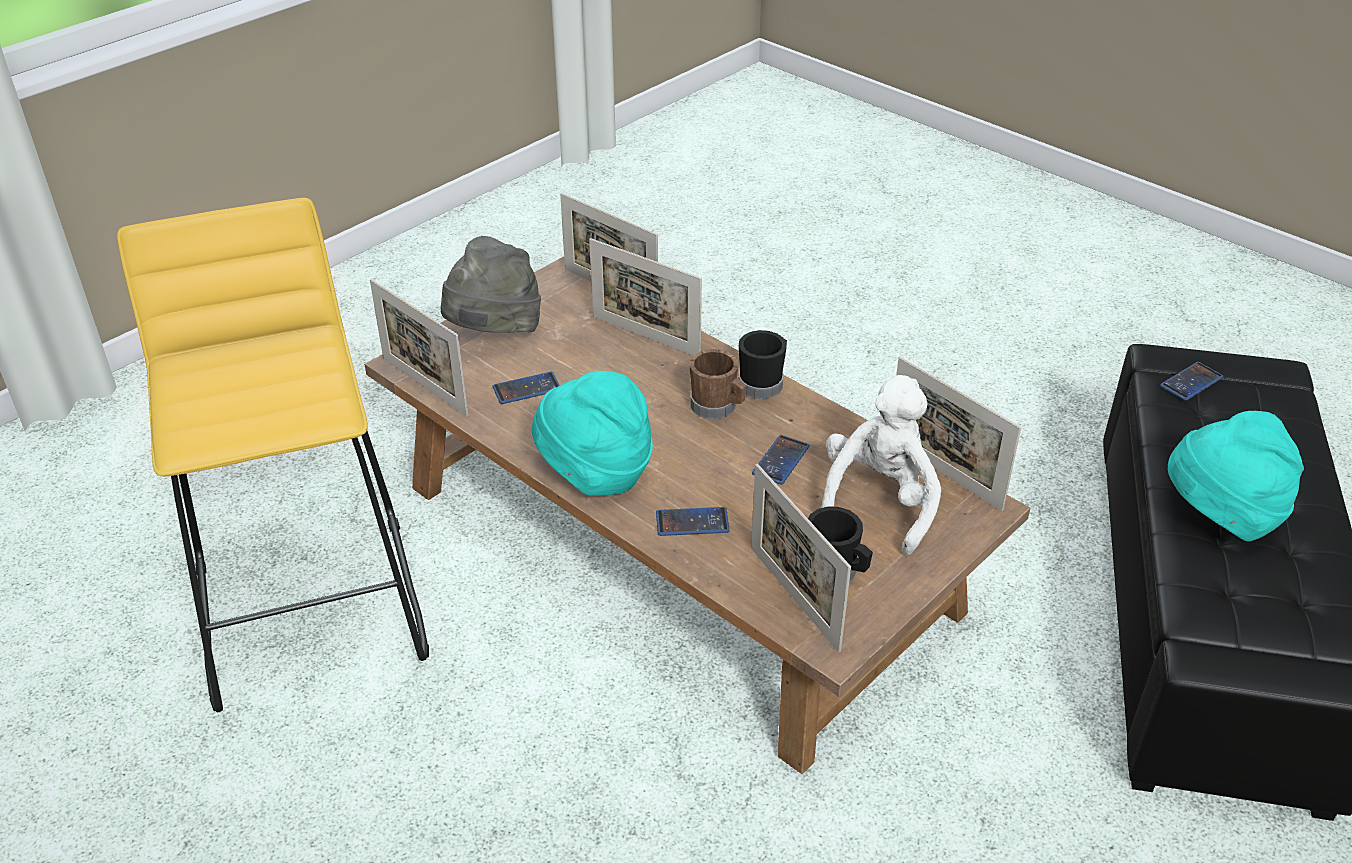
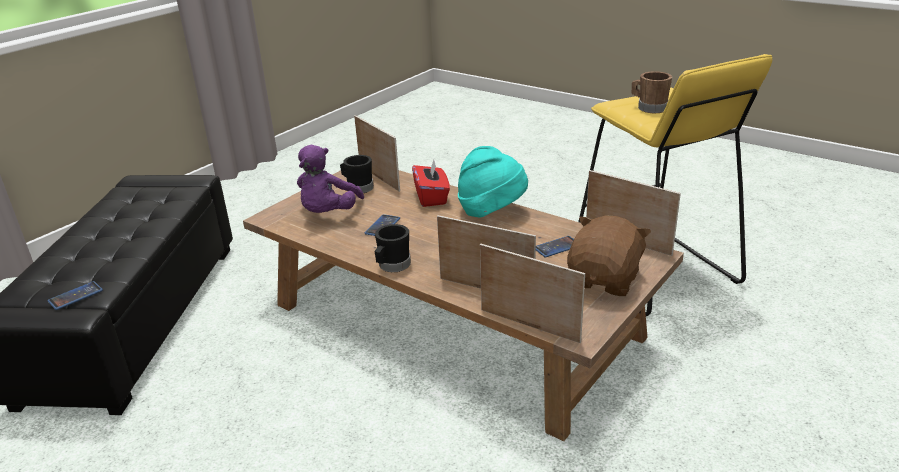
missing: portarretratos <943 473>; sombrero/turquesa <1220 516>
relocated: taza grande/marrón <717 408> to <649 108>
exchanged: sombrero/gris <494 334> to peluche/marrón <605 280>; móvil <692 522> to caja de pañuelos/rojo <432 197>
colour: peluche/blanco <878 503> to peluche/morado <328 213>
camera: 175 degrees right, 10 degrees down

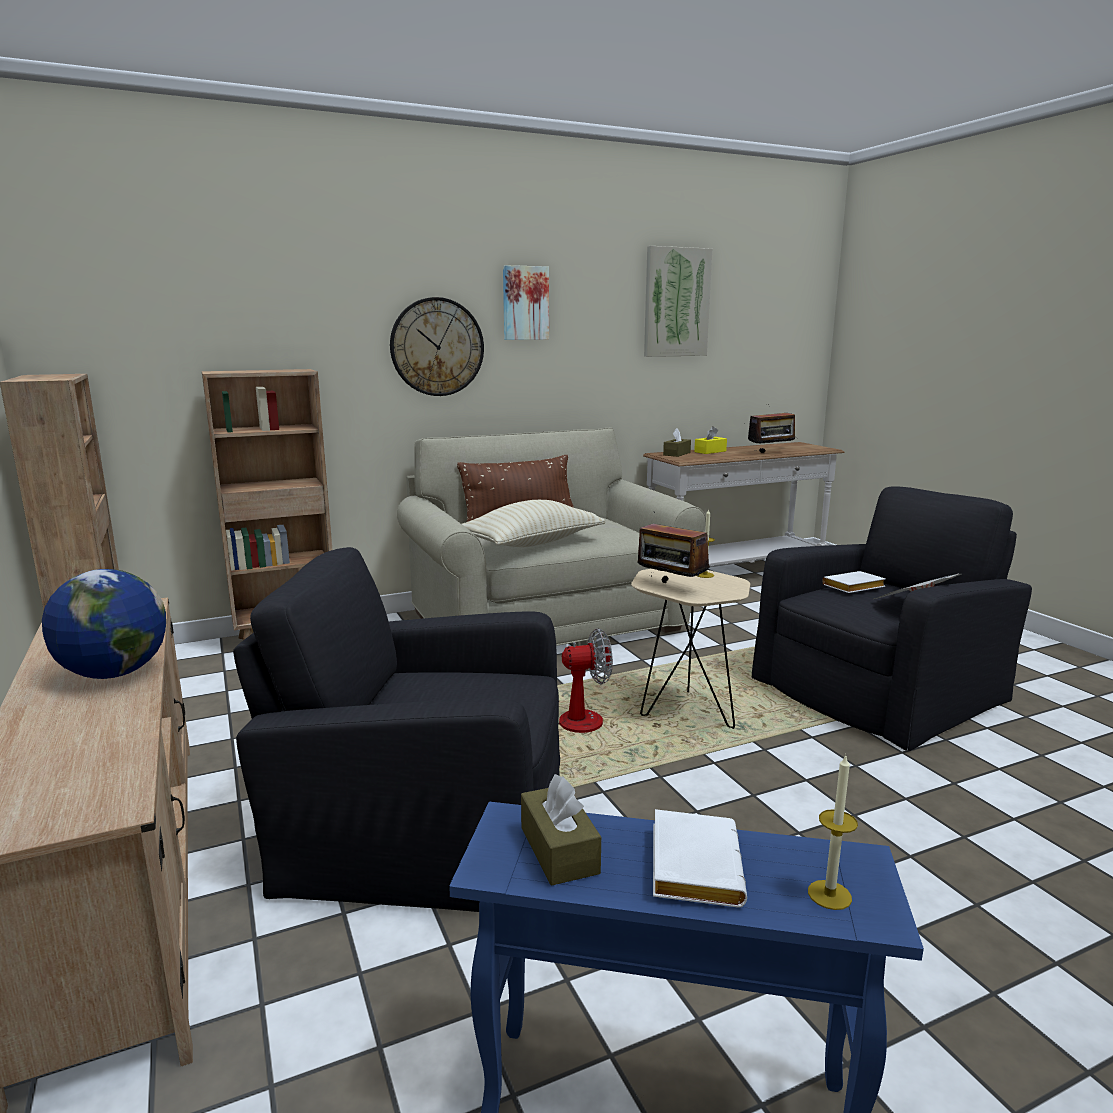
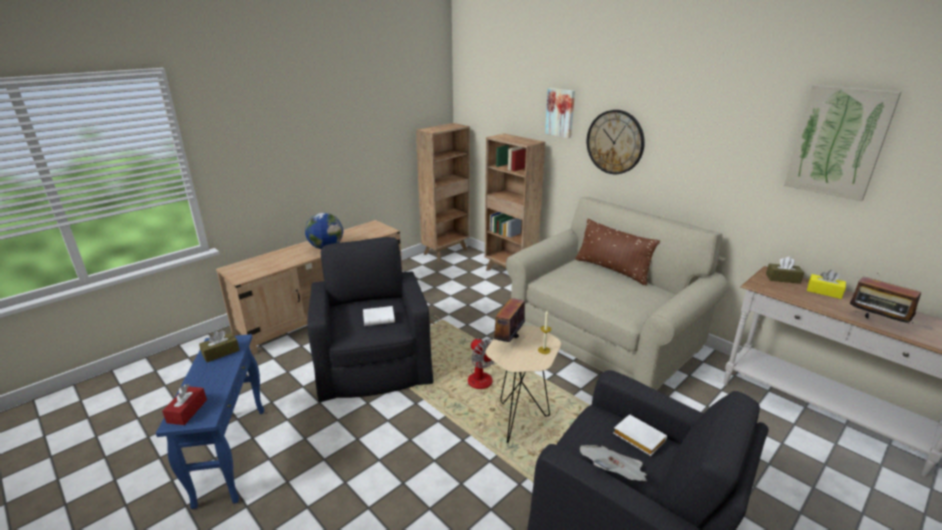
missing: cojín/beis <532 543>
relocated: cuadro <525 303> to <560 112>; libro/blanco <691 865> to <379 318>
exchanged: vela <829 895> to caja de pañuelos/rojo <187 411>
camera: 70 degrees right, 10 degrees up

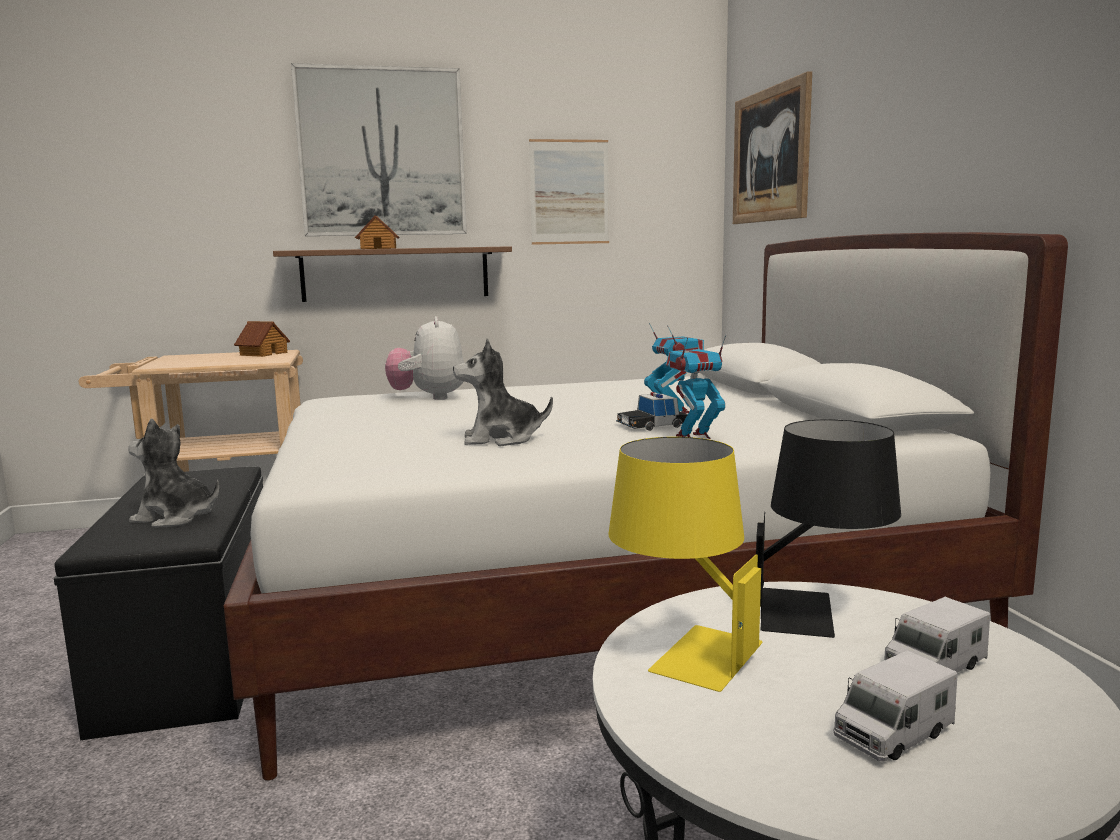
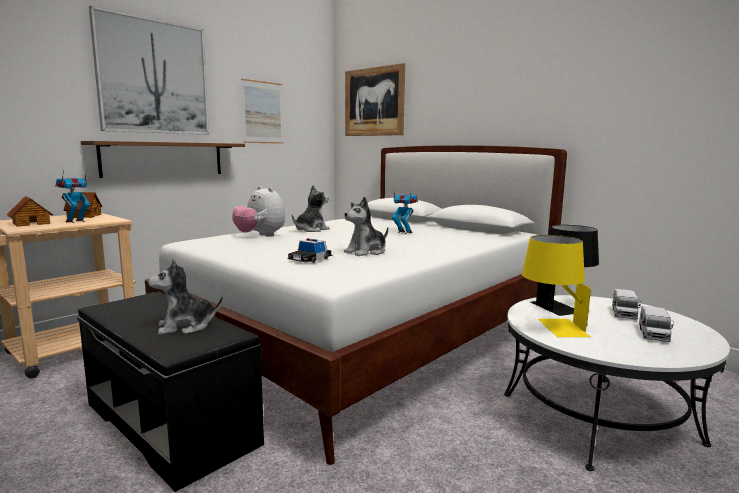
appeared: peluche <311 230>
relocated: casita <378 248> to <31 223>; coche de juguete <652 425> to <310 259>; robot de juguete <694 437> to <75 221>
camera: 35 degrees left, 0 degrees up

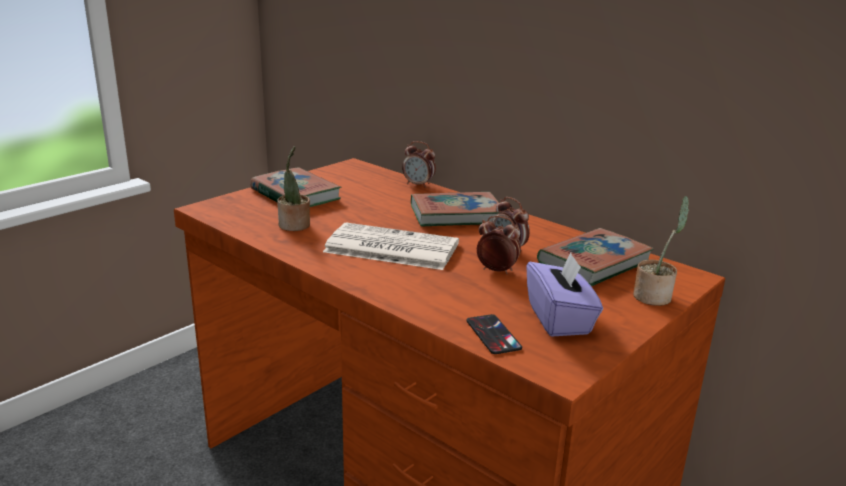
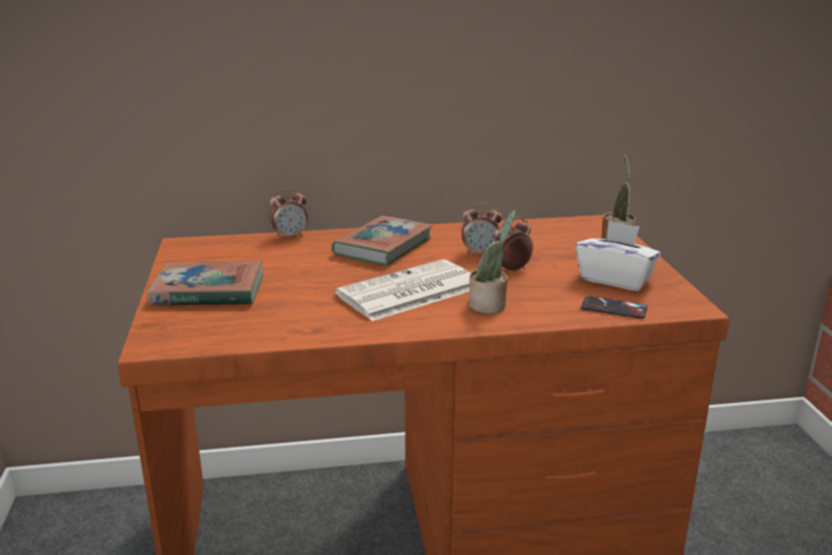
missing: libro <594 263>
relocated: planta en maceta <294 226> to <490 306>
colour: caja de pañuelos/morado <560 319> to caja de pañuelos/blanco <615 279>
camera: 50 degrees left, 0 degrees up

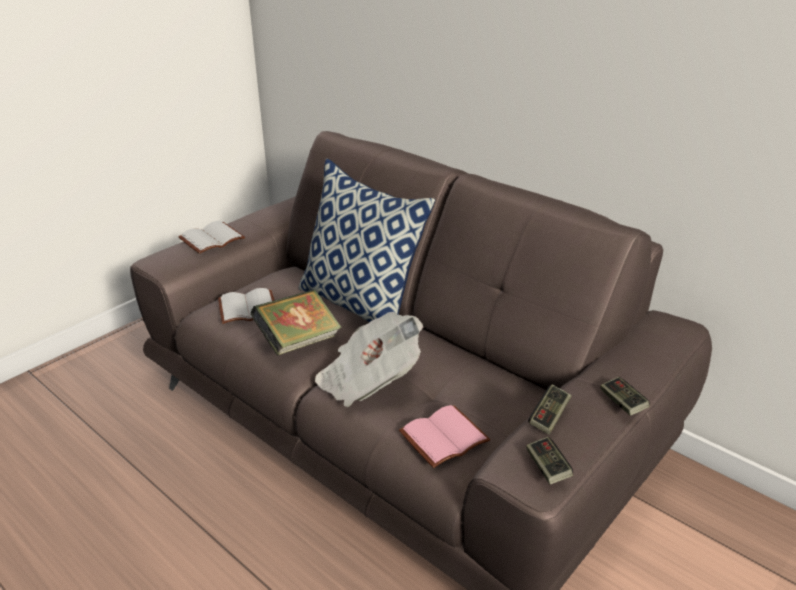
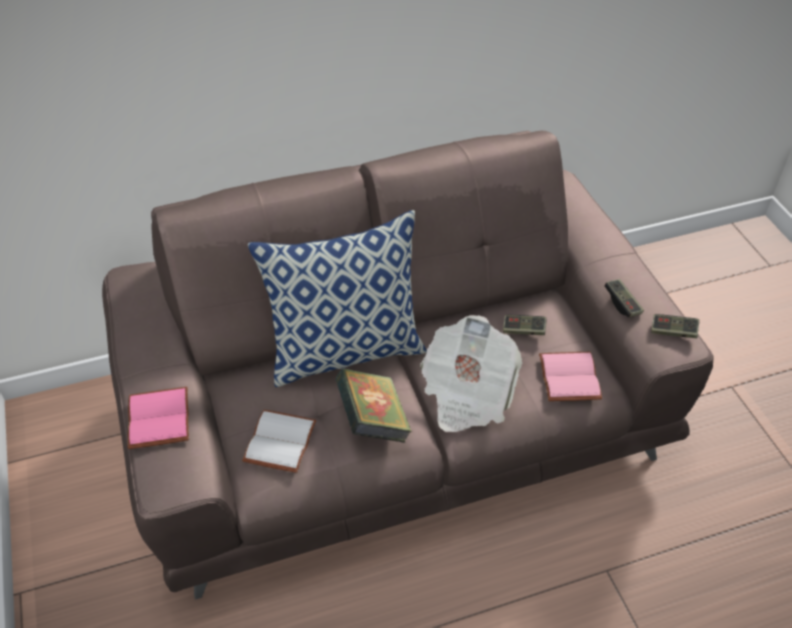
relocated: mando de consola <622 403> to <523 330>
colour: libro/blanco <212 238> to libro/rosa <157 418>
camera: 60 degrees left, 15 degrees up

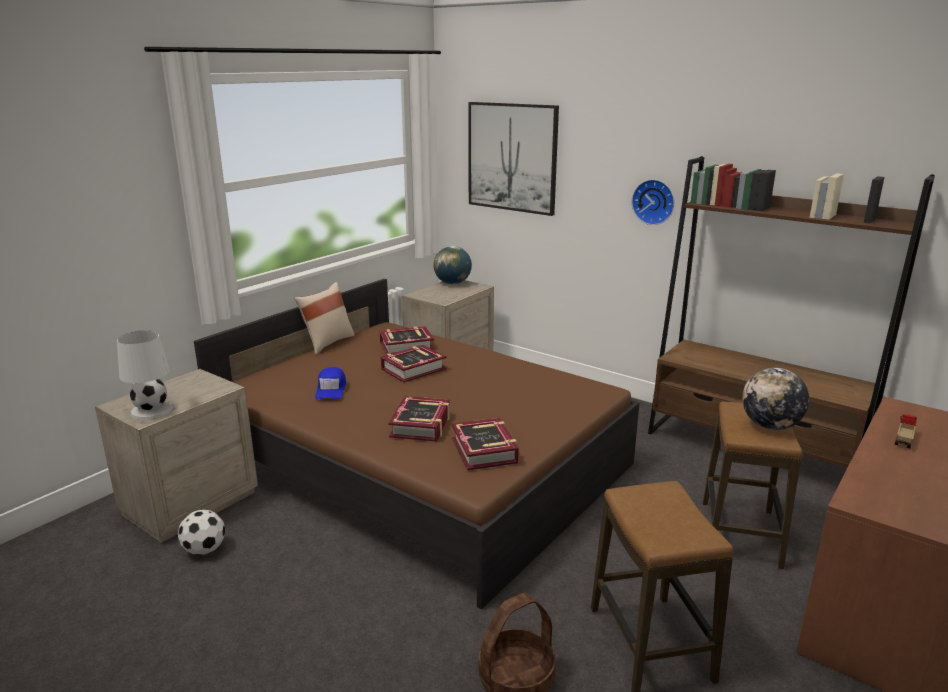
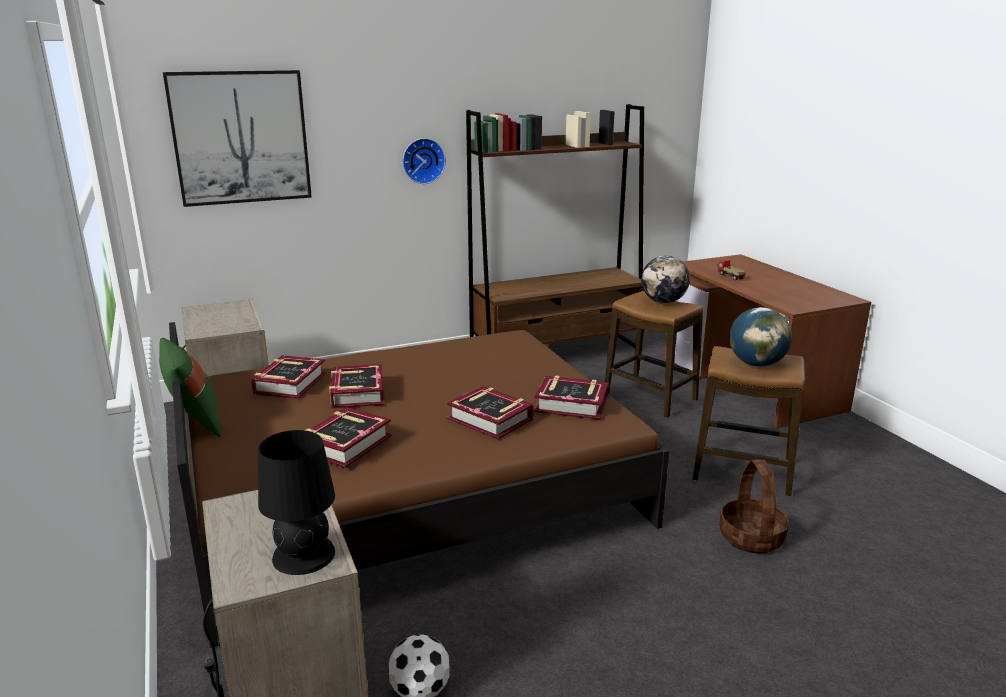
relocated: globo terráqueo <452 283> to <756 364>
exchanged: gorra/azul <331 389> to libro <346 444>
colour: lámpara de mesa/blanco <151 410> to lámpara de mesa/negro <303 555>; cojín/beis <327 343> to cojín/verde <195 423>
camera: 60 degrees left, 0 degrees up

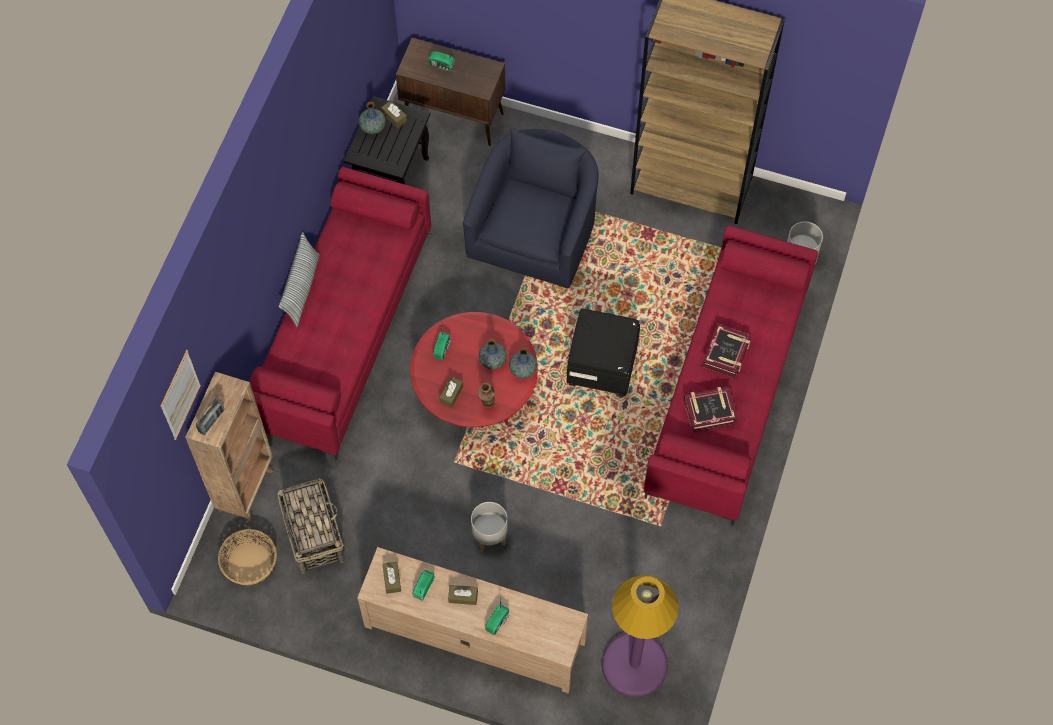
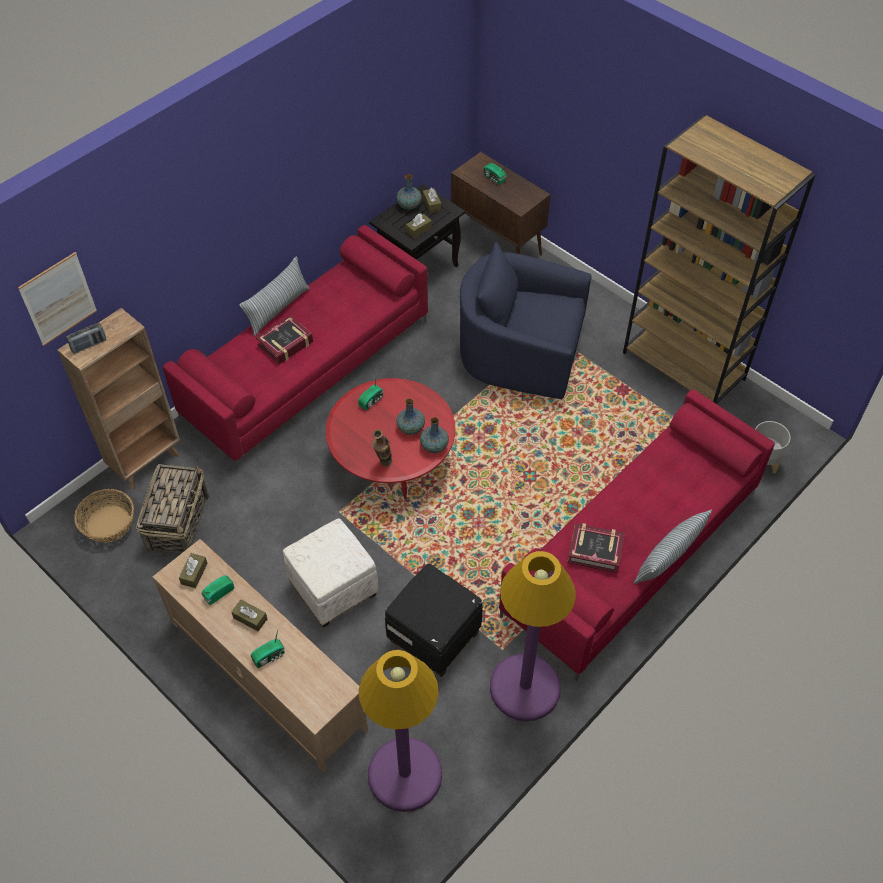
appeared: lámpara de pie/morado <525 688>; cojín <668 557>
relocated: caja de pañuelos/marrón <451 394> to <418 230>; puf/negro <601 367> to <433 636>; libro <726 353> to <285 344>
exchanged: maceta/gris <490 537> to puf/blanco <333 591>
spun: sillón/azul <536 231> = <520 352> 120 degrees counterclockwise
camera: 25 degrees right, 10 degrees down

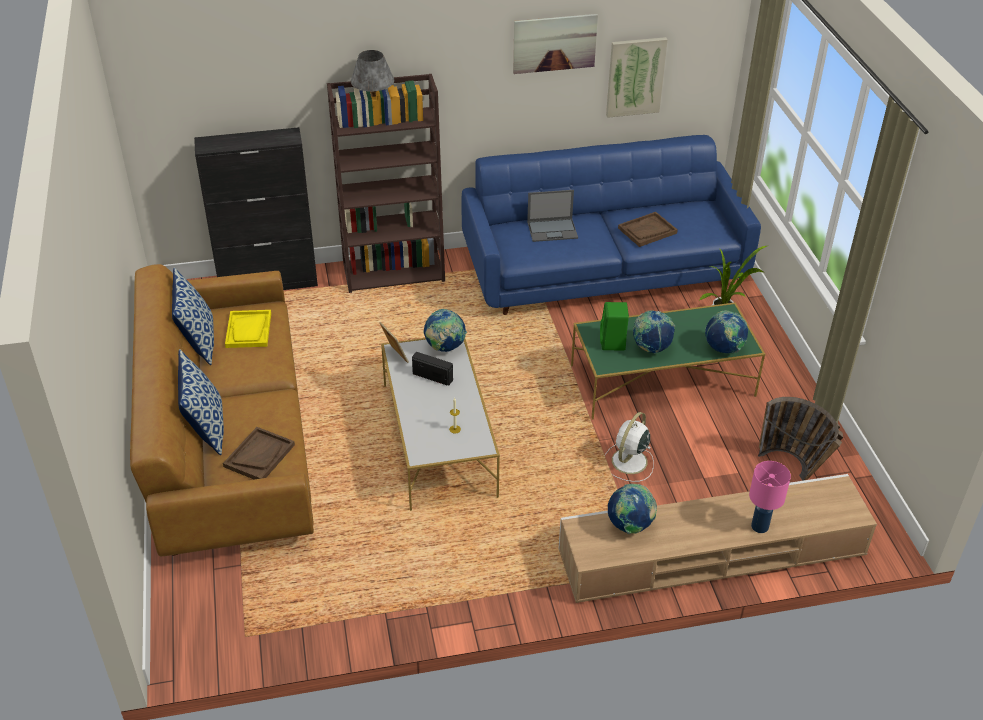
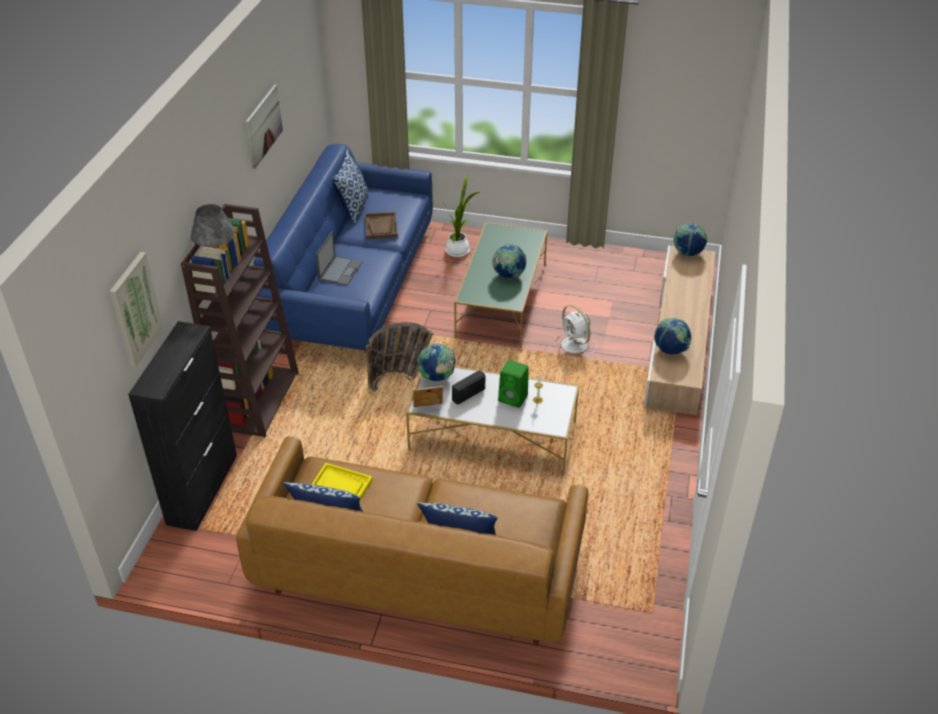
missing: bandeja/marrón <259 455>; lámpara de mesa/rosa <759 527>
appeared: cojín <352 208>
relocated: altavoz/verde <613 343> to <514 398>; cuadro <635 76> to <135 309>; globo terráqueo <724 349> to <687 253>; cesta <795 469> to <400 379>
camera: 65 degrees left, 0 degrees up

